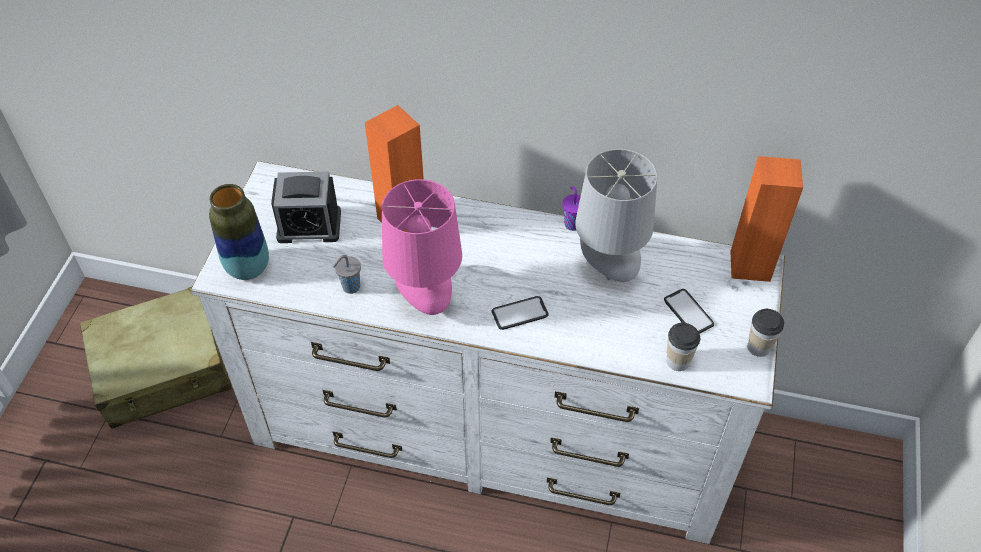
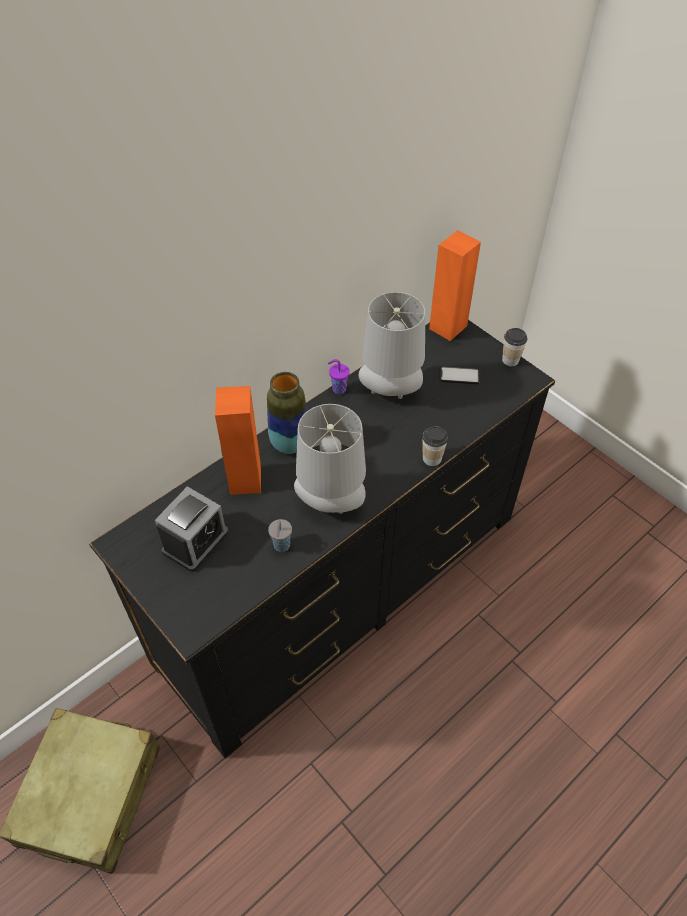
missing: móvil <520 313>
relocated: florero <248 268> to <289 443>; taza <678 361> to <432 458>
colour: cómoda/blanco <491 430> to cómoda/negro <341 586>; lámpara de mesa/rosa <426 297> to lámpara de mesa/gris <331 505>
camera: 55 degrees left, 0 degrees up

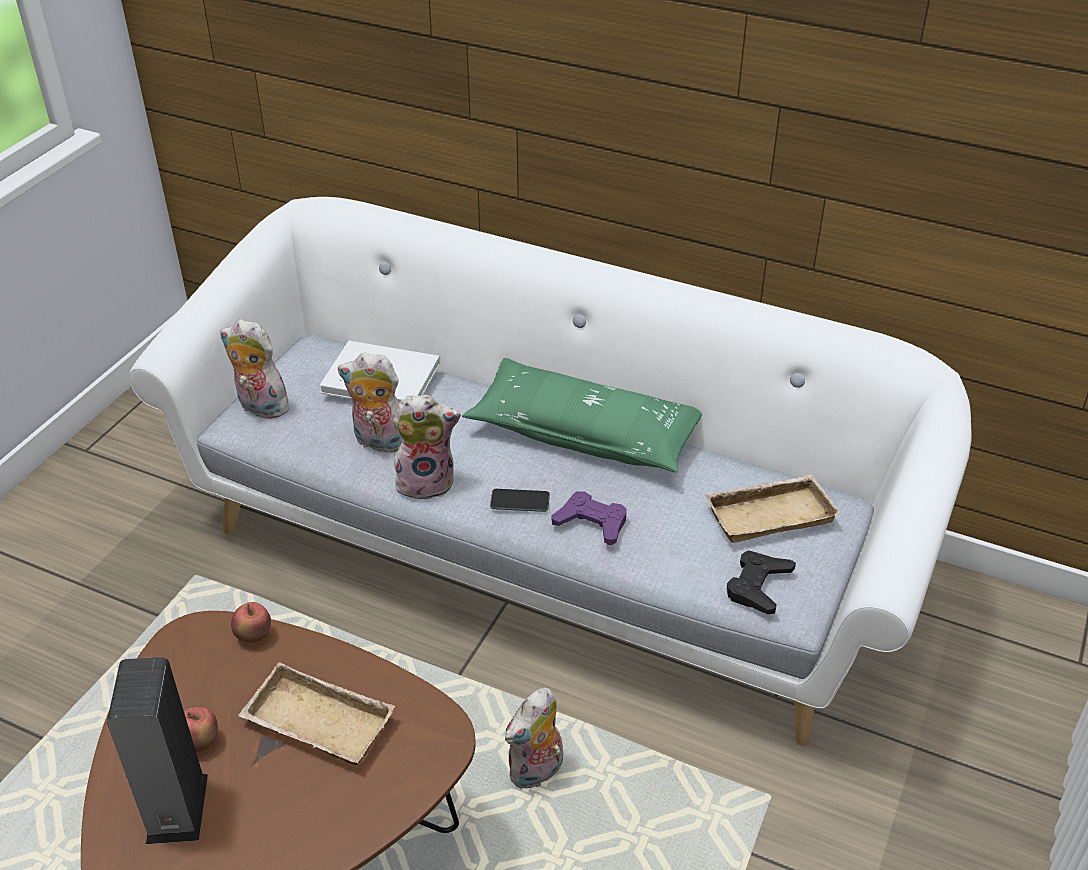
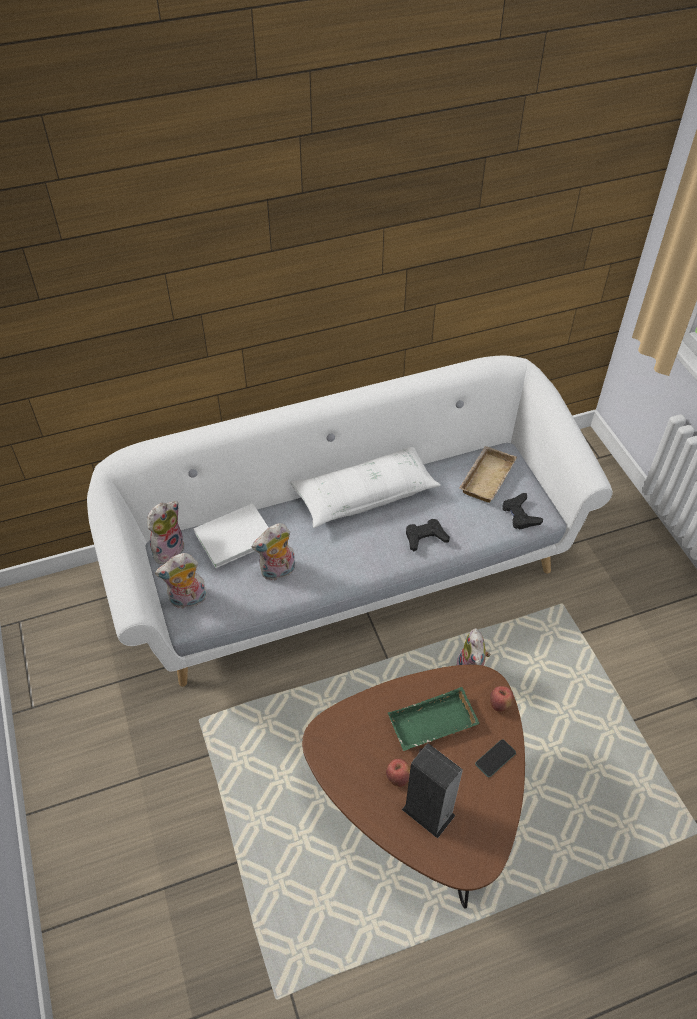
relocated: manzana <254 636> to <499 704>; peluche <427 482> to <168 549>; móvil <520 501> to <495 758>
colour: bandeja/beis <315 725> to bandeja/verde <432 725>; cojín/verde <585 433> to cojín/blanco <365 494>; mando de consola/morado <591 523> to mando de consola/negro <425 537>
camera: 45 degrees left, 10 degrees up

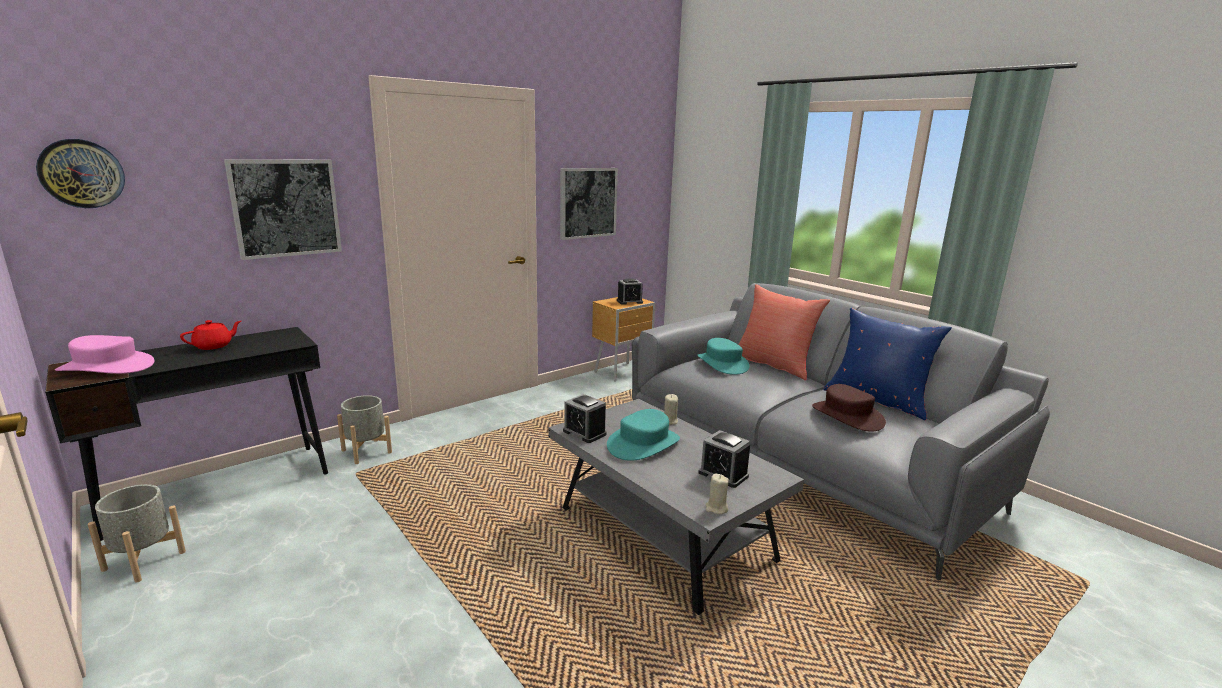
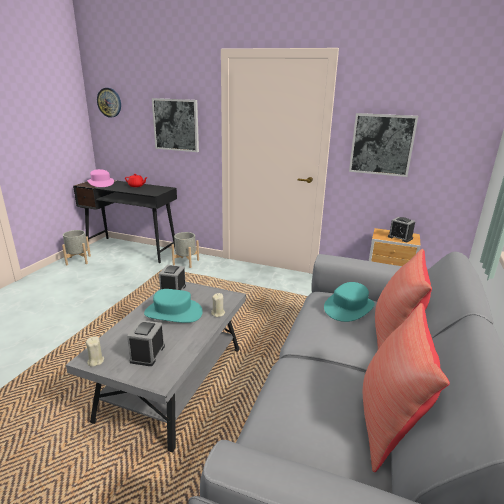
missing: sombrero/marrón <847 416>
colour: cojín/azul <877 400> to cojín/rojo <389 421>
camera: 60 degrees right, 5 degrees up

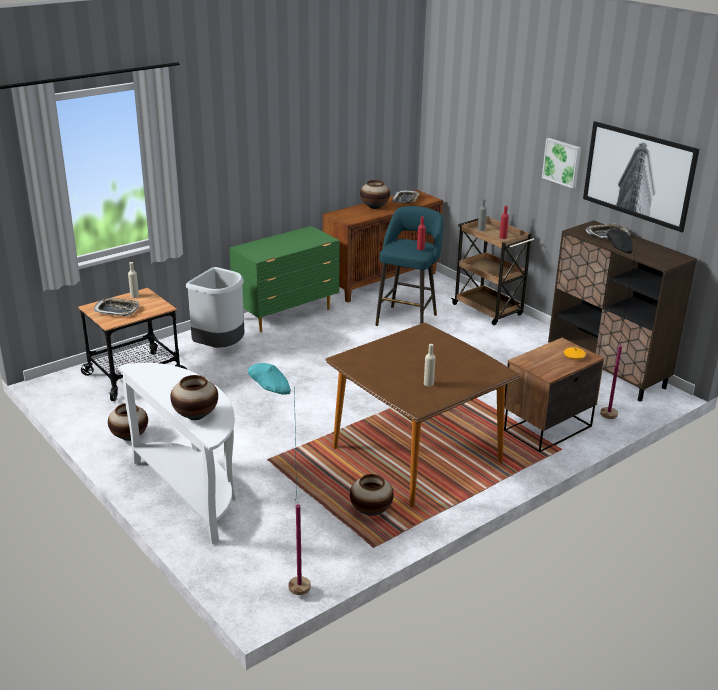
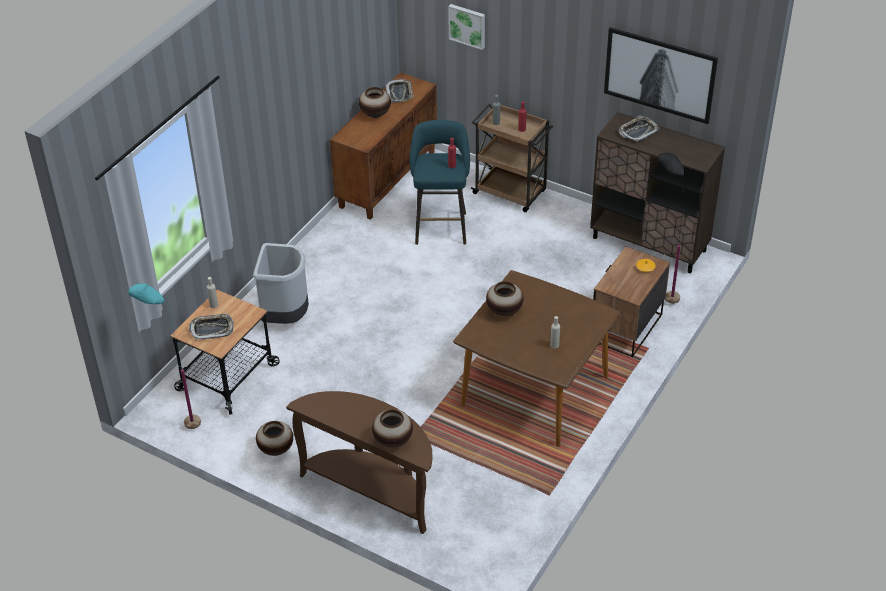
missing: cómoda/verde <287 314>
relocated: lámpara de pie/turquesa <283 585> to <179 424>; florero <371 511> to <504 311>; cuadro <562 162> to <467 25>
colour: mesa consola/blanco <192 492> to mesa consola/marrón <372 490>
camera: 20 degrees left, 15 degrees up

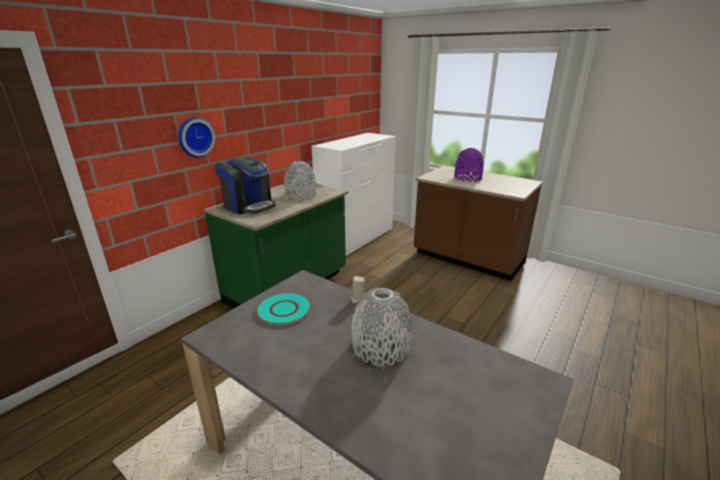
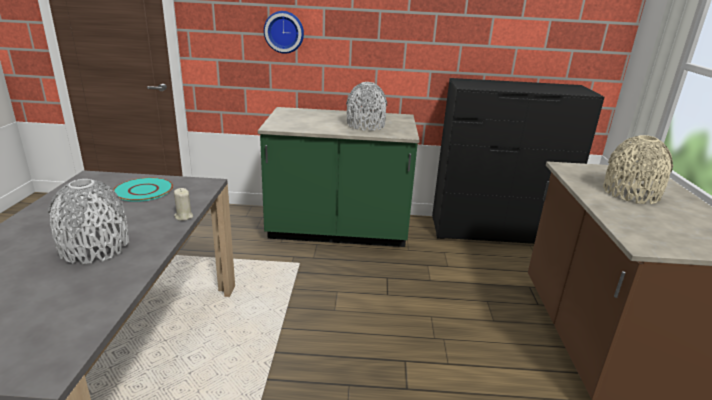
missing: cafetera <248 206>
colour: cómoda/blanco <356 239> to cómoda/negro <495 231>; florero/morado <467 178> to florero/beis <630 193>
camera: 55 degrees right, 0 degrees up

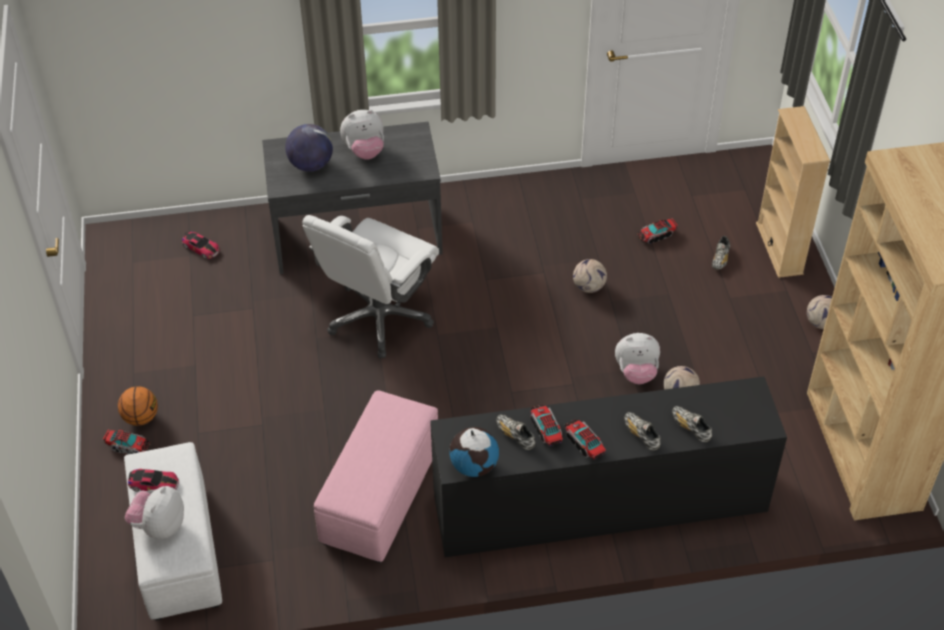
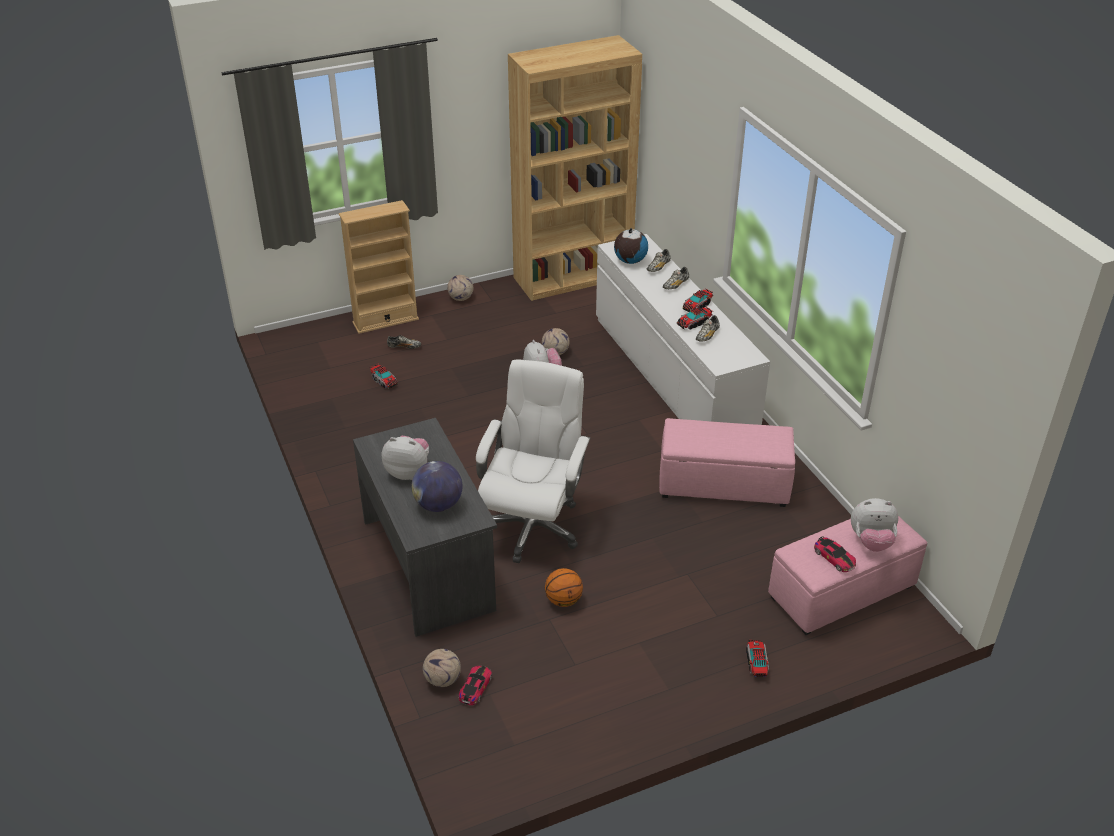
relocated: balón de baloncesto <141 417> to <563 600>; globo terráqueo <474 465> to <630 261>; balón de fútbol <589 286> to <442 679>
colour: puf/blanco <178 551> to puf/rosa <842 591>; cómoda/negro <600 503> to cómoda/blanco <672 377>
spun: coche de juguete <154 484> = <834 558> 150 degrees clockwise; silla de oficina/blanco <379 318> = <532 526> 90 degrees counterclockwise; peluche <365 151> = <408 472> 45 degrees counterclockwise
camera: 105 degrees left, 10 degrees down

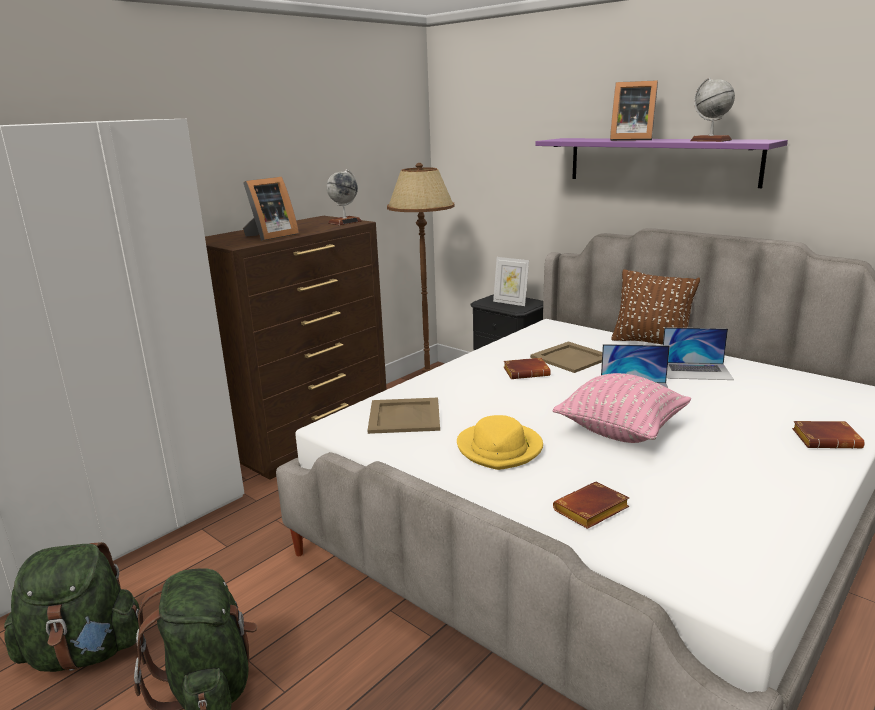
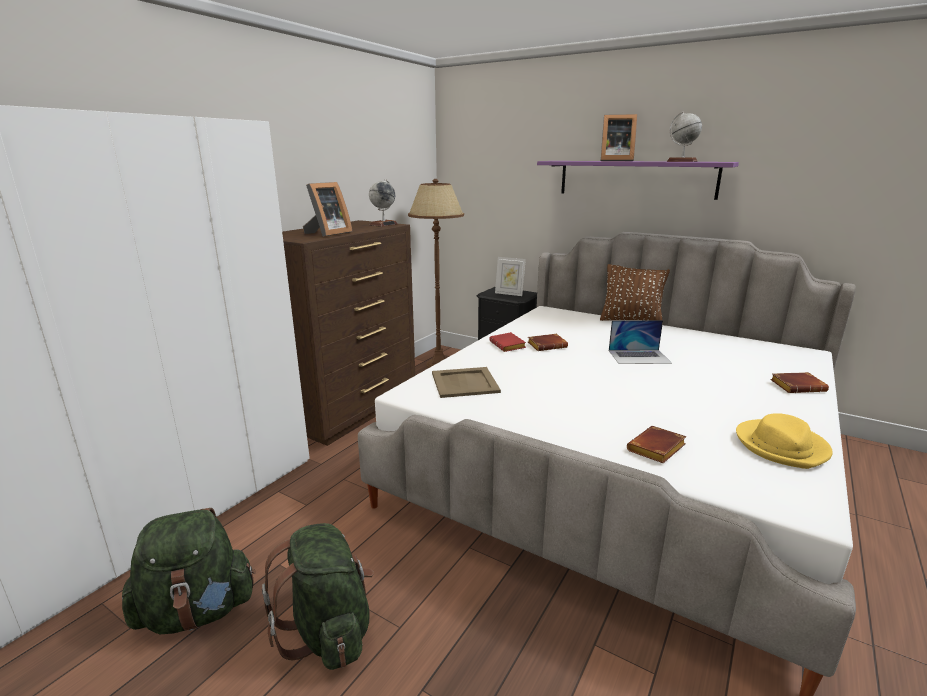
missing: bandeja/beis <572 357>; cojín/rosa <620 431>; portátil <696 371>
appeared: libro/rojo <508 346>
relocated: sombrero/amarillo <500 449> to <781 446>
camera: 10 degrees left, 0 degrees up

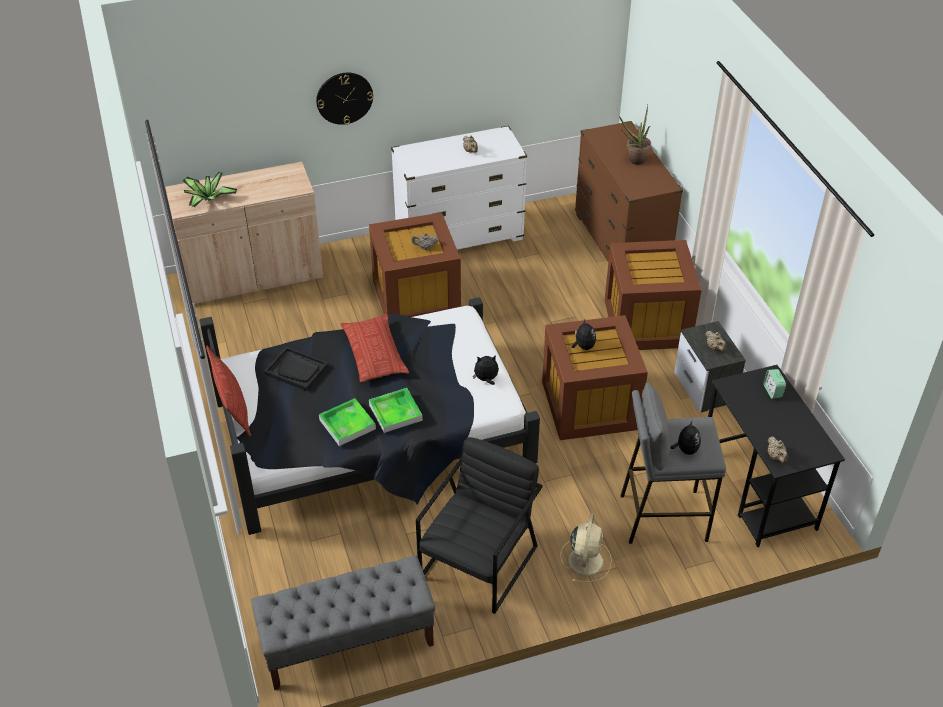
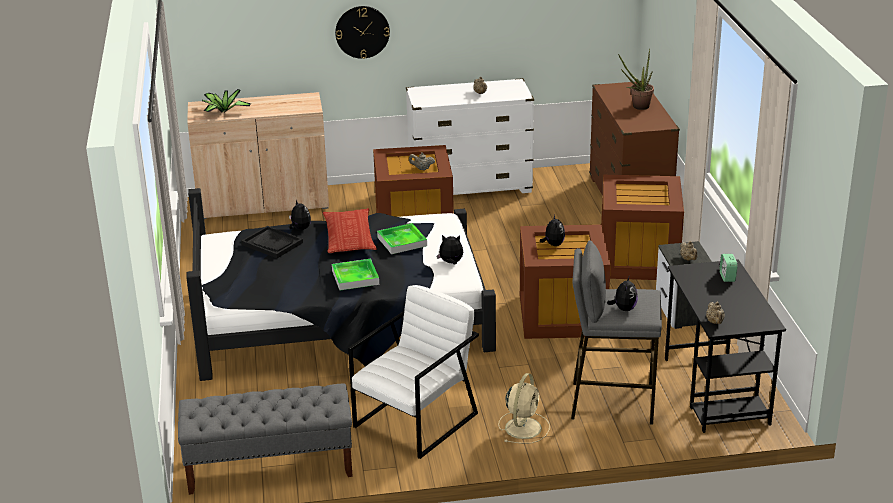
missing: cojín <233 407>
appeared: peluche <300 229>
relocated: bandeja <347 424> to <402 241>
colour: sillón/negro <479 562> to sillón/blanco <416 420>
camera: 10 degrees right, 15 degrees down

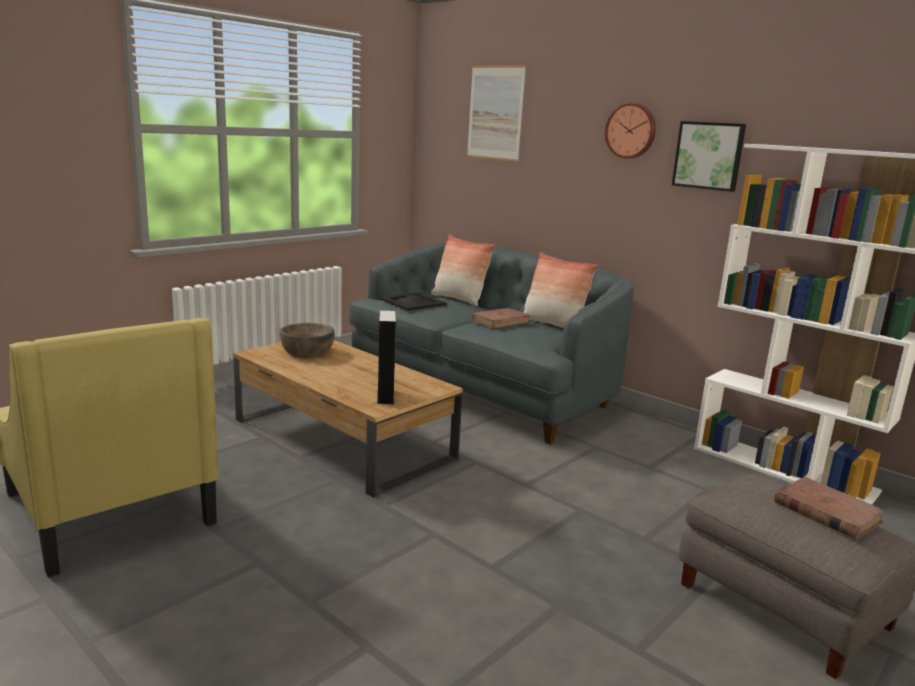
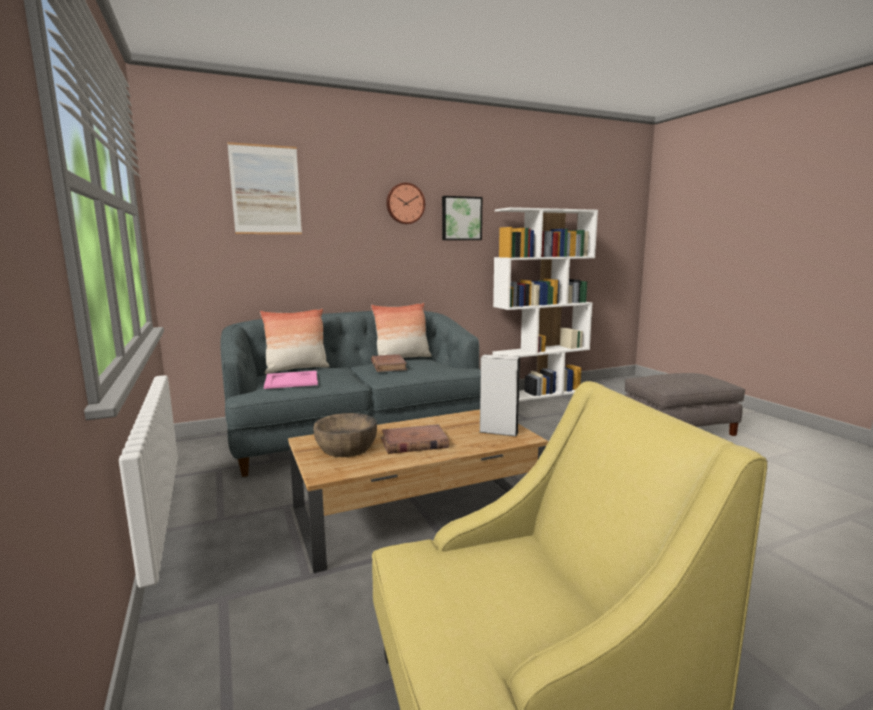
relocated: libro/marrón <826 512> to <414 443>
colour: bandeja/negro <413 302> to bandeja/rosa <292 380>
camera: 65 degrees left, 5 degrees down

